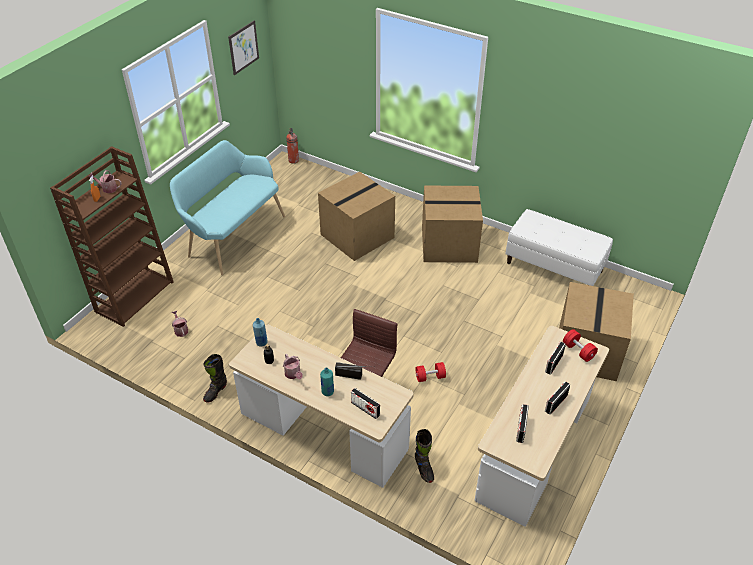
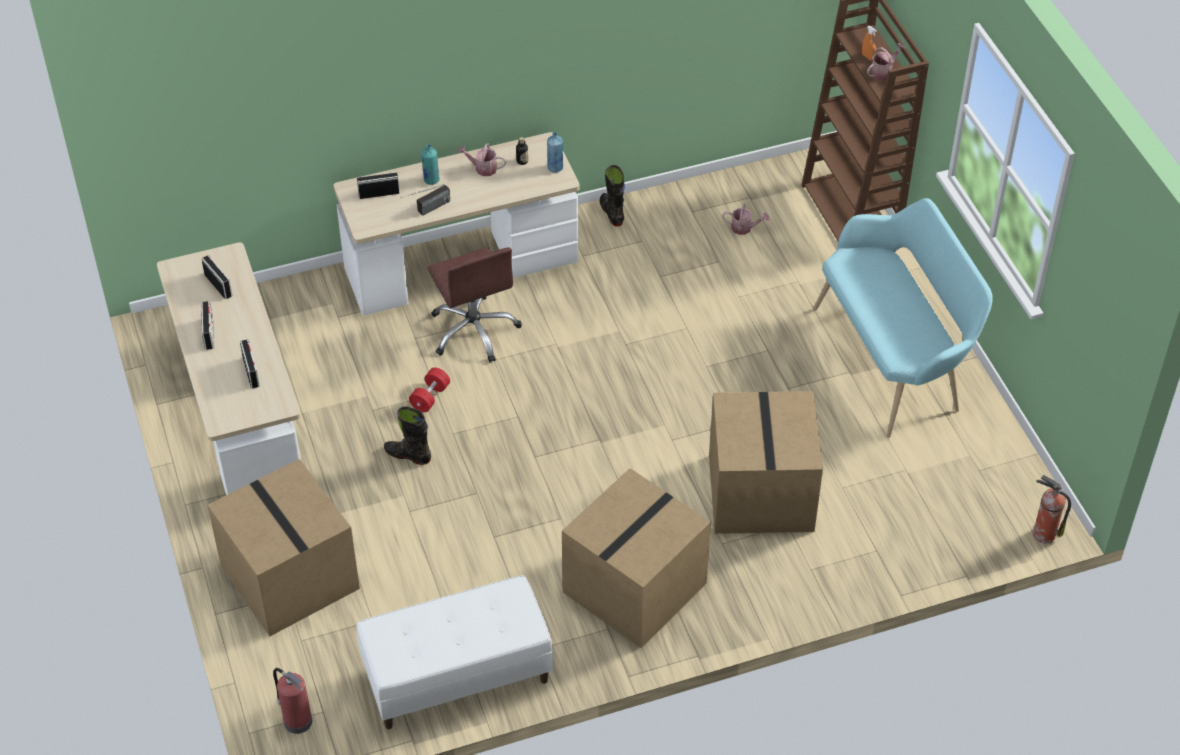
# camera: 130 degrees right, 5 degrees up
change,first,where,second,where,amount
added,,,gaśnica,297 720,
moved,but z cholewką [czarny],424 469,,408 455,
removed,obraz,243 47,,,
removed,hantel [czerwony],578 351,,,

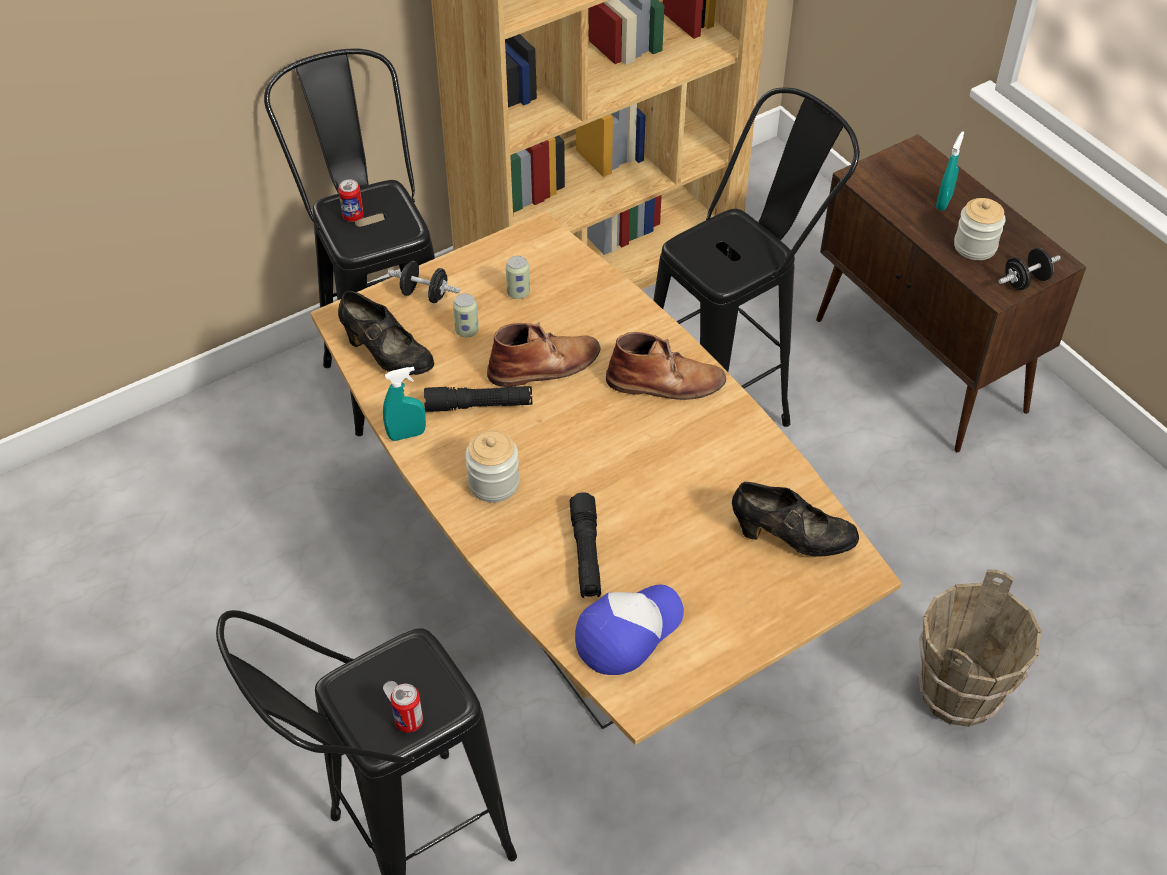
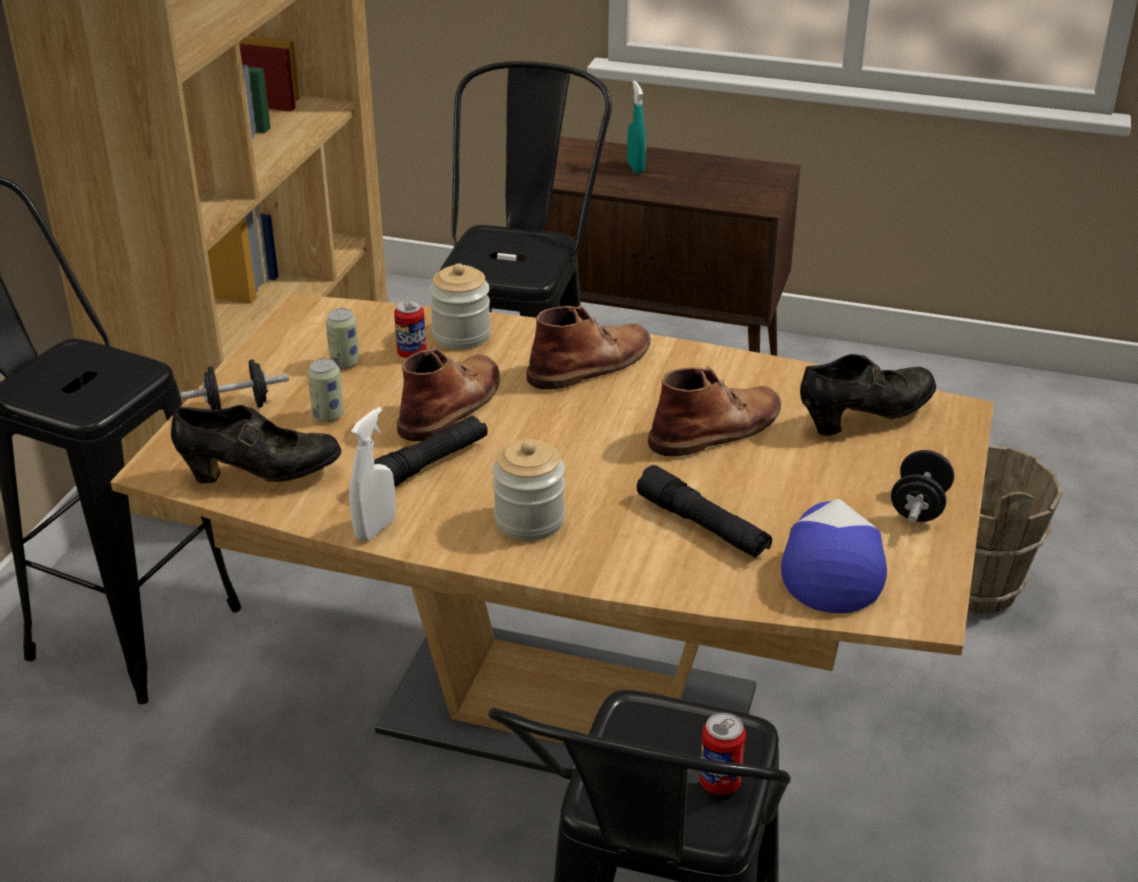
# camera: 40 degrees left, 15 degrees down
change,first,where,second,where,amount
recoloured,spryskiwacz [turkusowy],407 434,spryskiwacz [biały],375 529,
moved,puszka,353 216,,412 354,
moved,słoik,975 246,,461 335,
added,,,but z cholewką [brązowy],718 428,
moved,hantel [czarny],1025 281,,919 507,

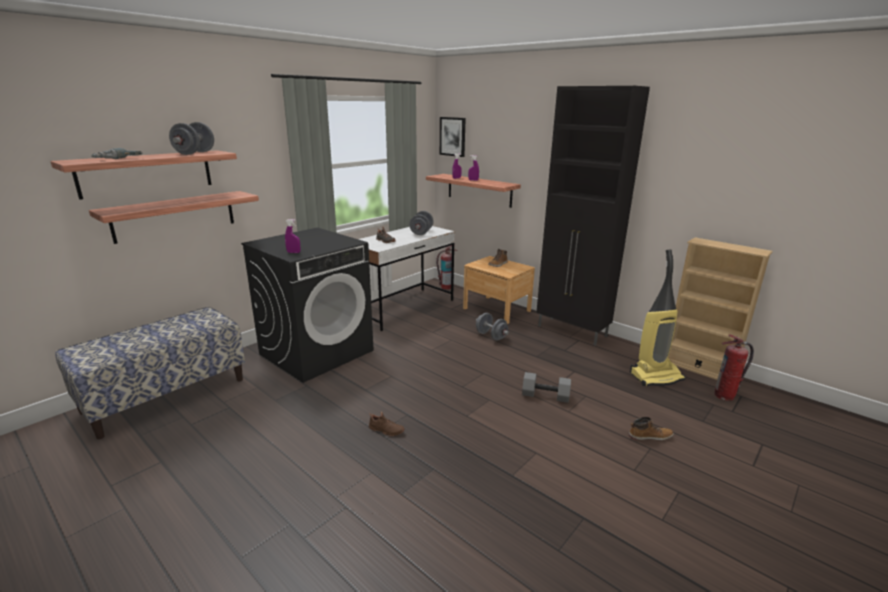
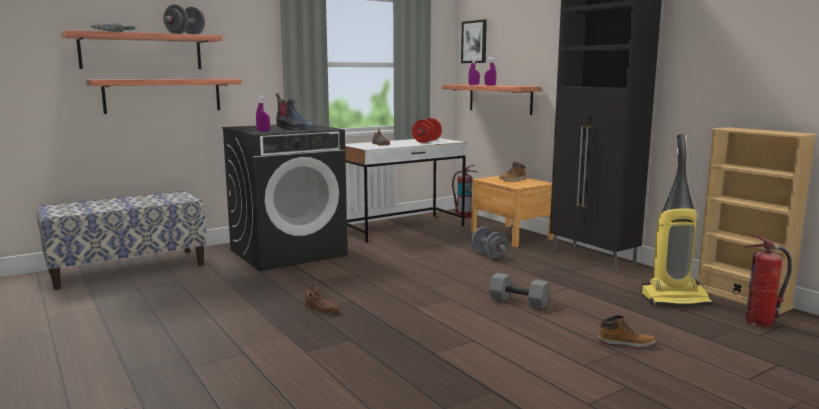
# camera: 15 degrees right, 10 degrees down
change,first,where,second,where,amount
added,,,but z cholewką,293 129,
recoloured,hantel [szary],421 232,hantel [czerwony],427 141,

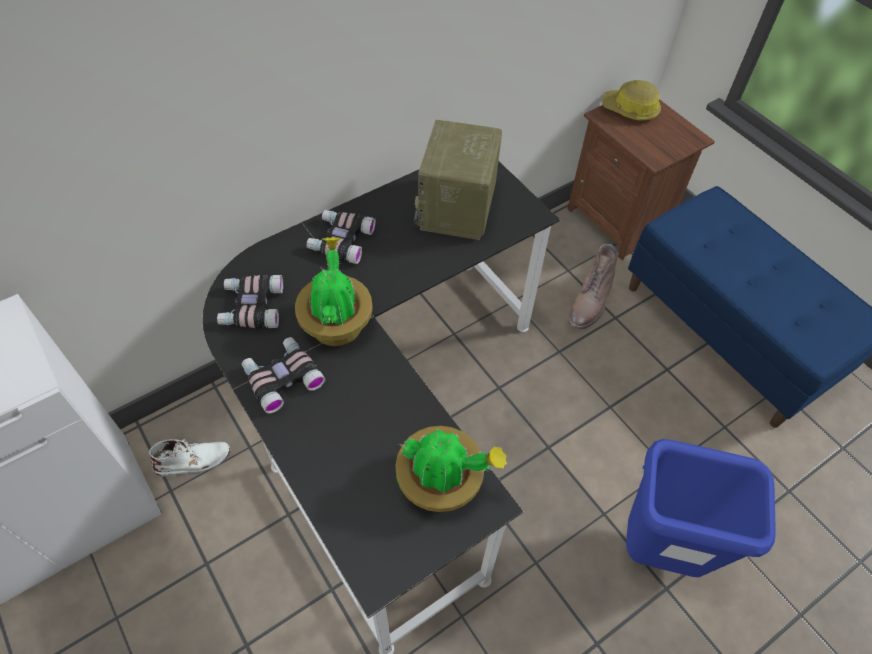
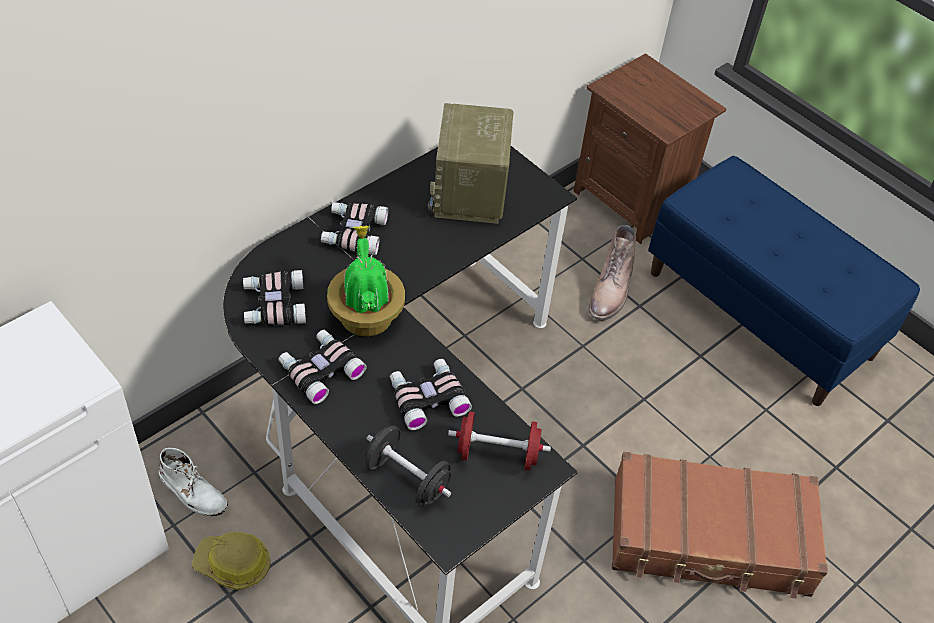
# camera: 10 degrees left, 5 degrees down
change,first,where,second,where,amount
turned,but z cholewką [biały],193 460,,193 491,60 degrees clockwise
moved,kask,630 109,,233 564,
added,,,hantel [czarny],407 478,
added,,,lornetka,427 397,
replaced,roślina doniczkowa,442 483,hantel [czerwony],497 454,
replaced,kosz na śmieci [niebieski],659 551,walizka [brązowy],710 538,

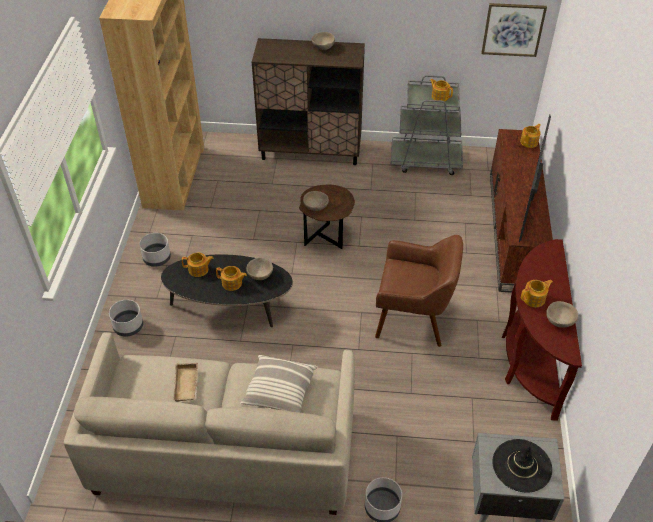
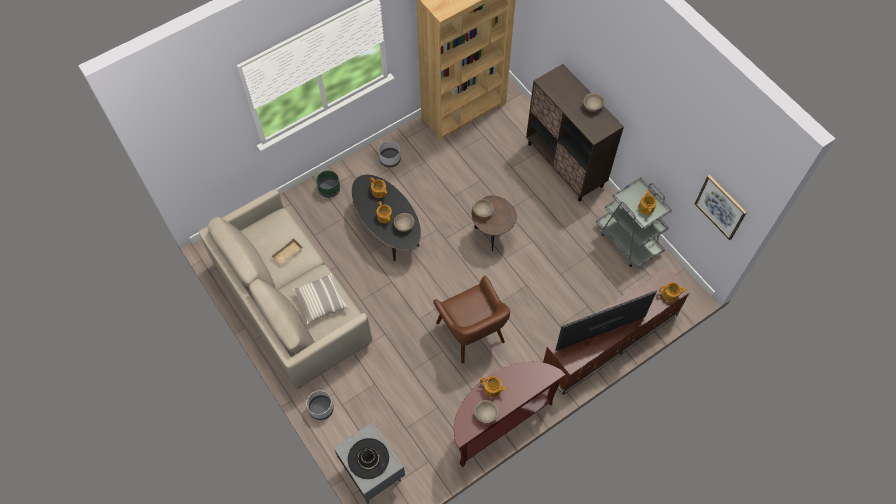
# camera: 50 degrees right, 15 degrees up
change,first,where,second,where,amount
recoloured,donica [szary],128 326,donica [zielony],329 189,

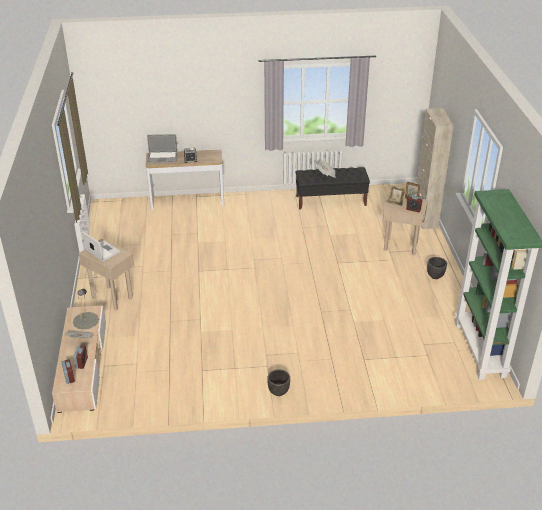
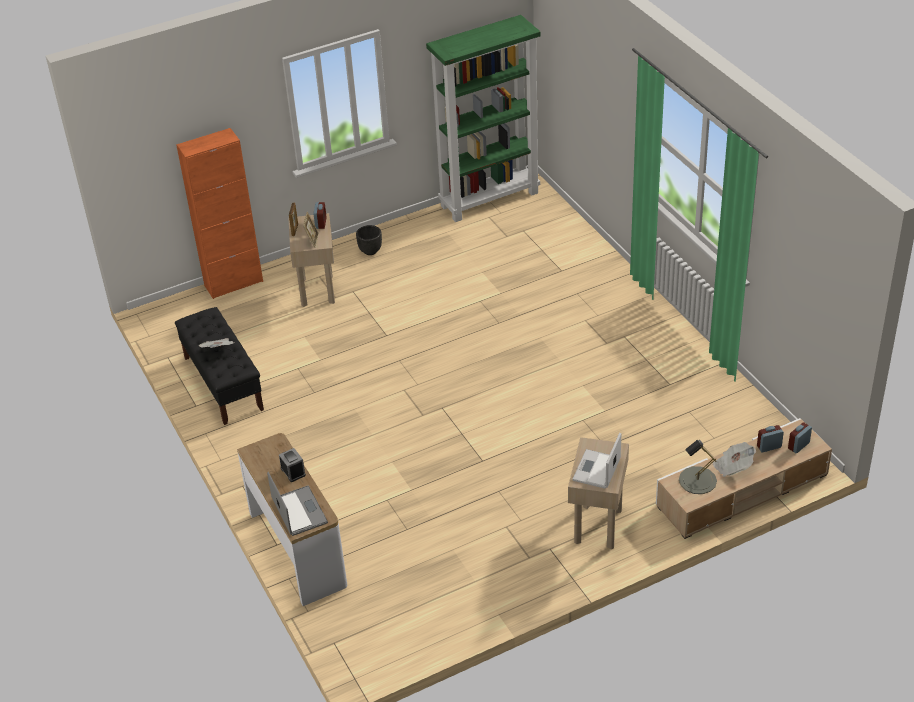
# camera: 110 degrees left, 5 degrees up
change,first,where,second,where,amount
recoloured,szafka [beżowy],425 218,szafka [pomarańczowy],234 283,
removed,donica [czarny],278 392,,,

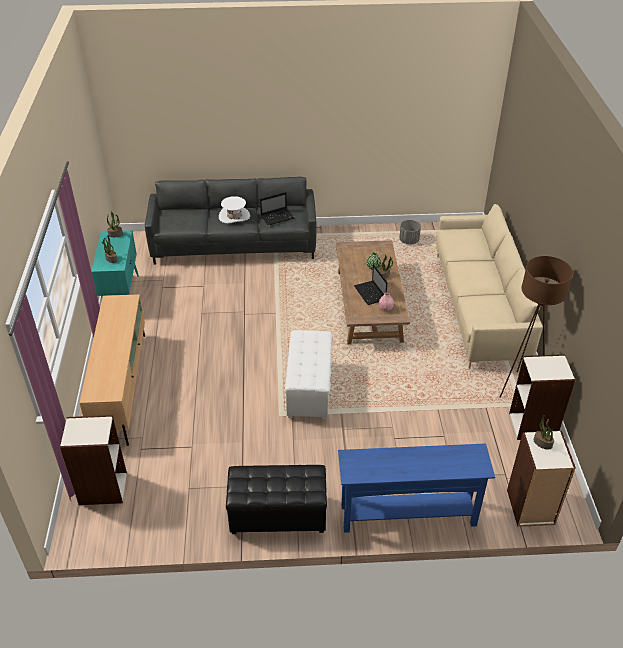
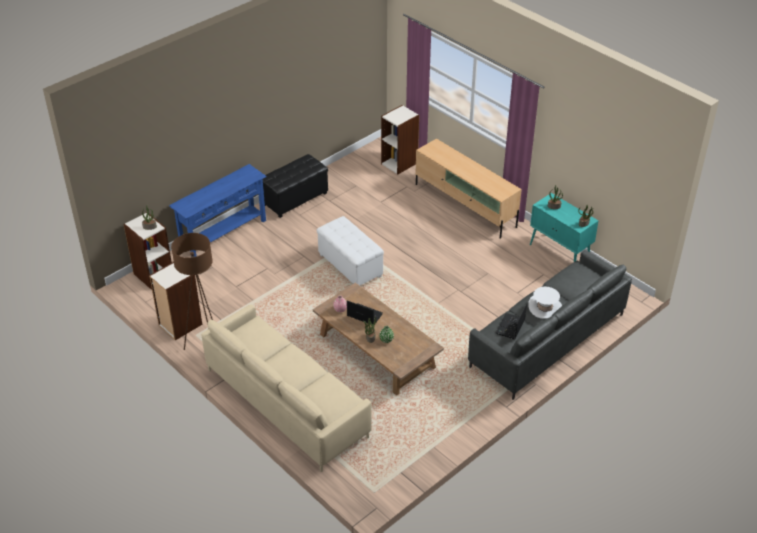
# camera: 140 degrees right, 0 degrees up
change,first,where,second,where,amount
removed,donica [szary],409 241,,,

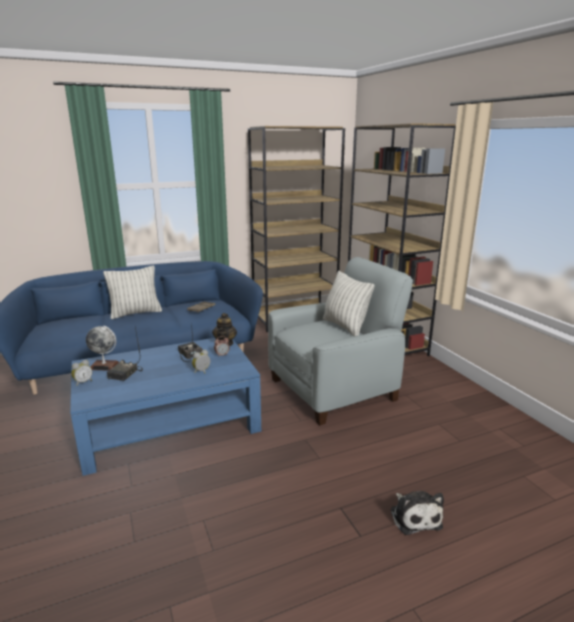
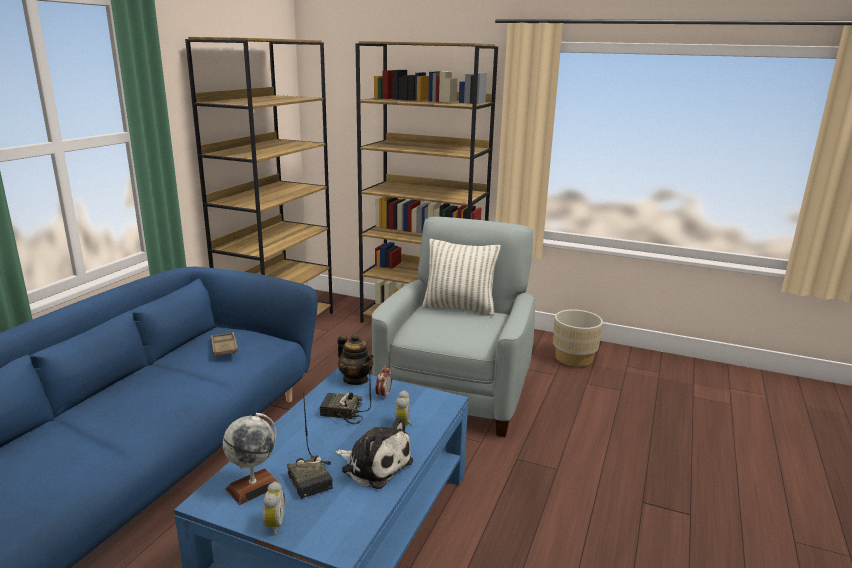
# camera: 45 degrees left, 0 degrees up
change,first,where,second,where,amount
moved,pluszak,414 516,,374 465,
added,,,donica [beżowy],574 358,
removed,poduszka,136 313,,,

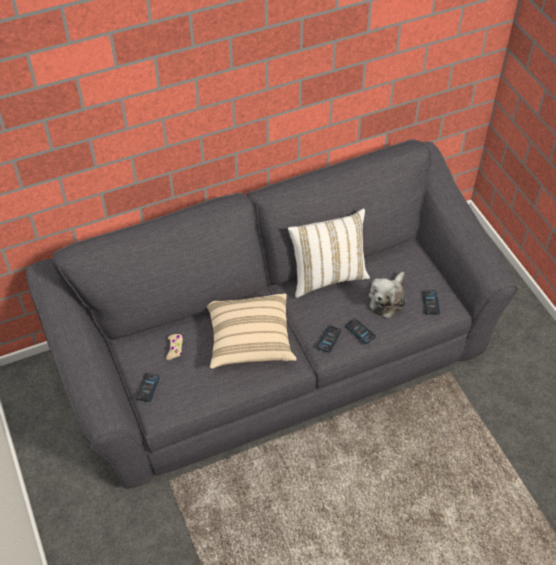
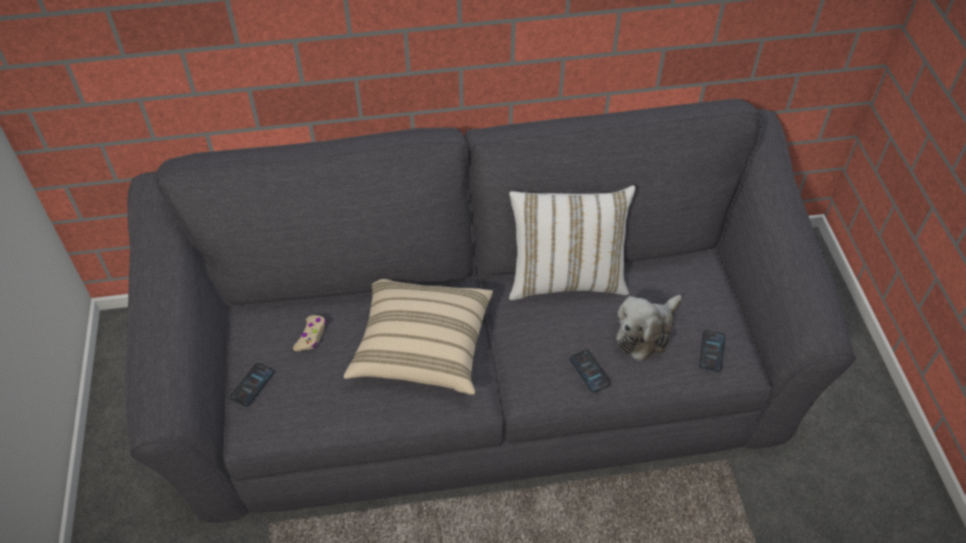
# camera: 15 degrees right, 0 degrees up
change,first,where,second,where,amount
removed,telefon,329 339,,,

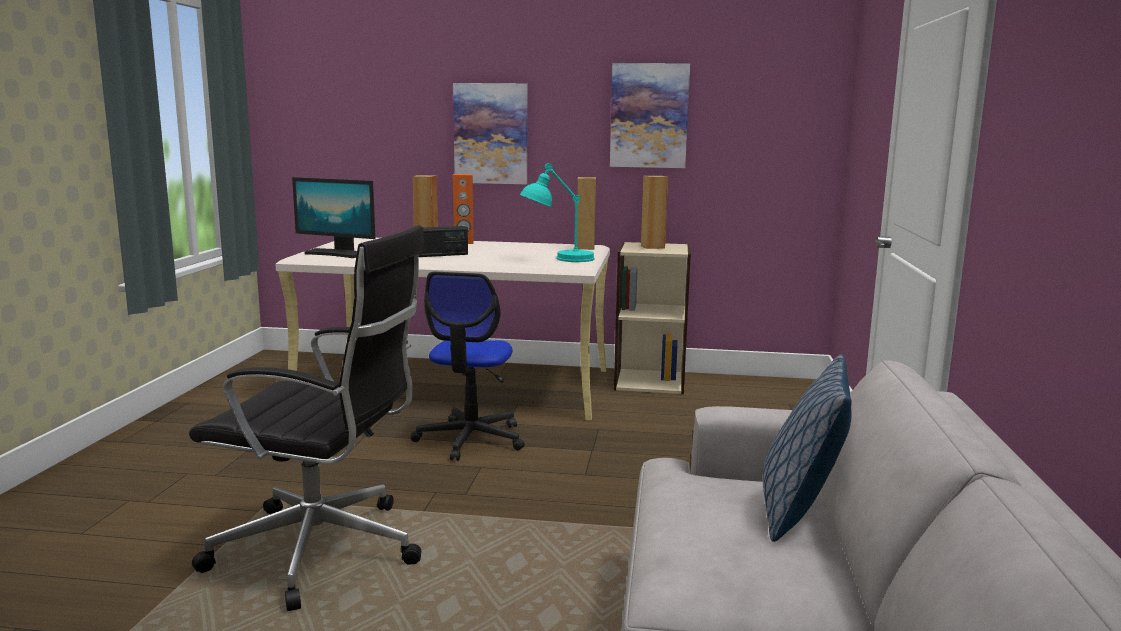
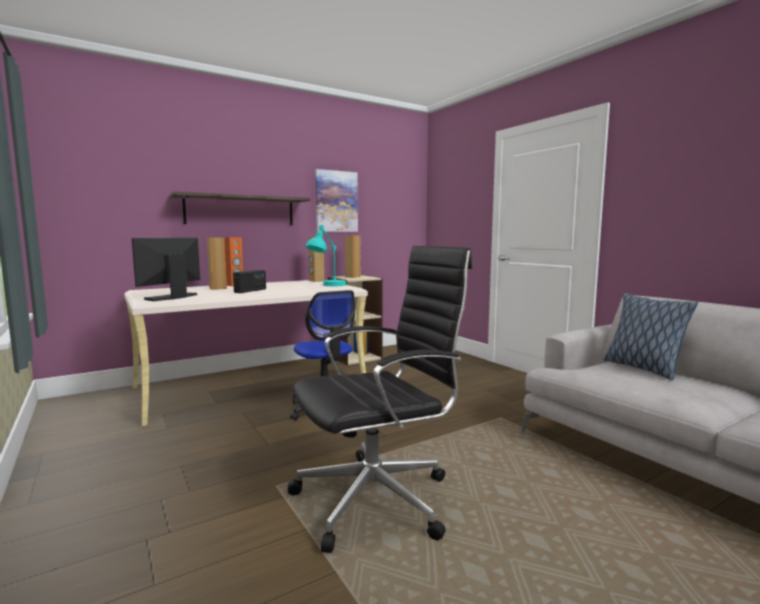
# camera: 40 degrees left, 5 degrees down
change,first,where,second,where,amount
turned,monitor,337 254,,172 297,135 degrees clockwise
replaced,obraz,491 134,półka,240 210,

